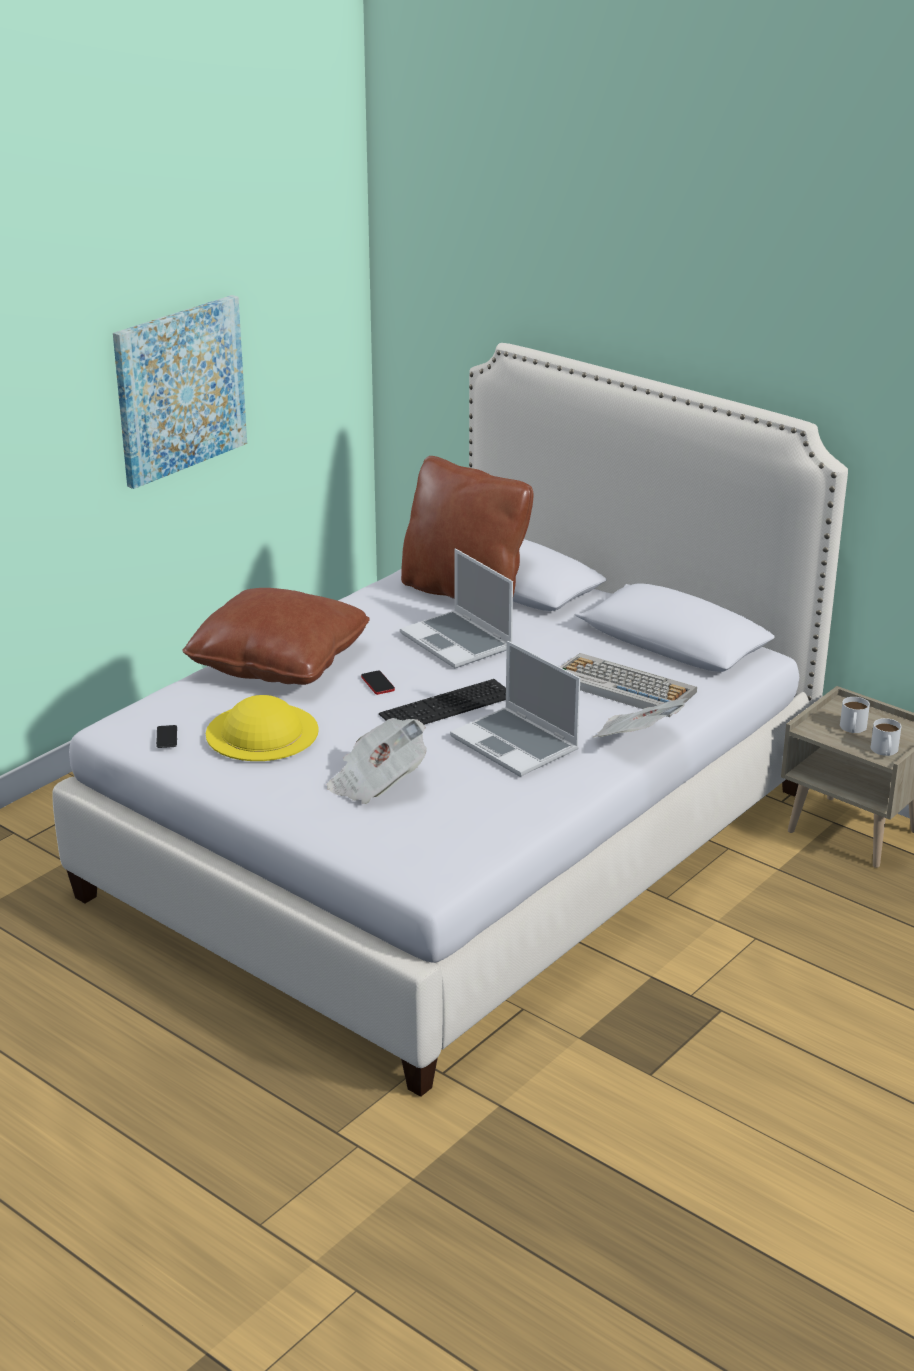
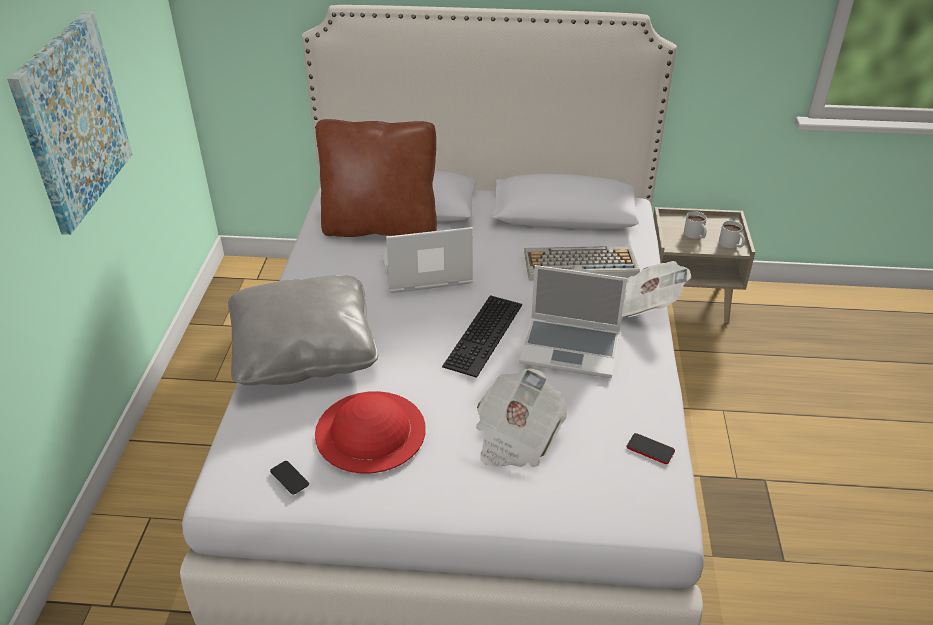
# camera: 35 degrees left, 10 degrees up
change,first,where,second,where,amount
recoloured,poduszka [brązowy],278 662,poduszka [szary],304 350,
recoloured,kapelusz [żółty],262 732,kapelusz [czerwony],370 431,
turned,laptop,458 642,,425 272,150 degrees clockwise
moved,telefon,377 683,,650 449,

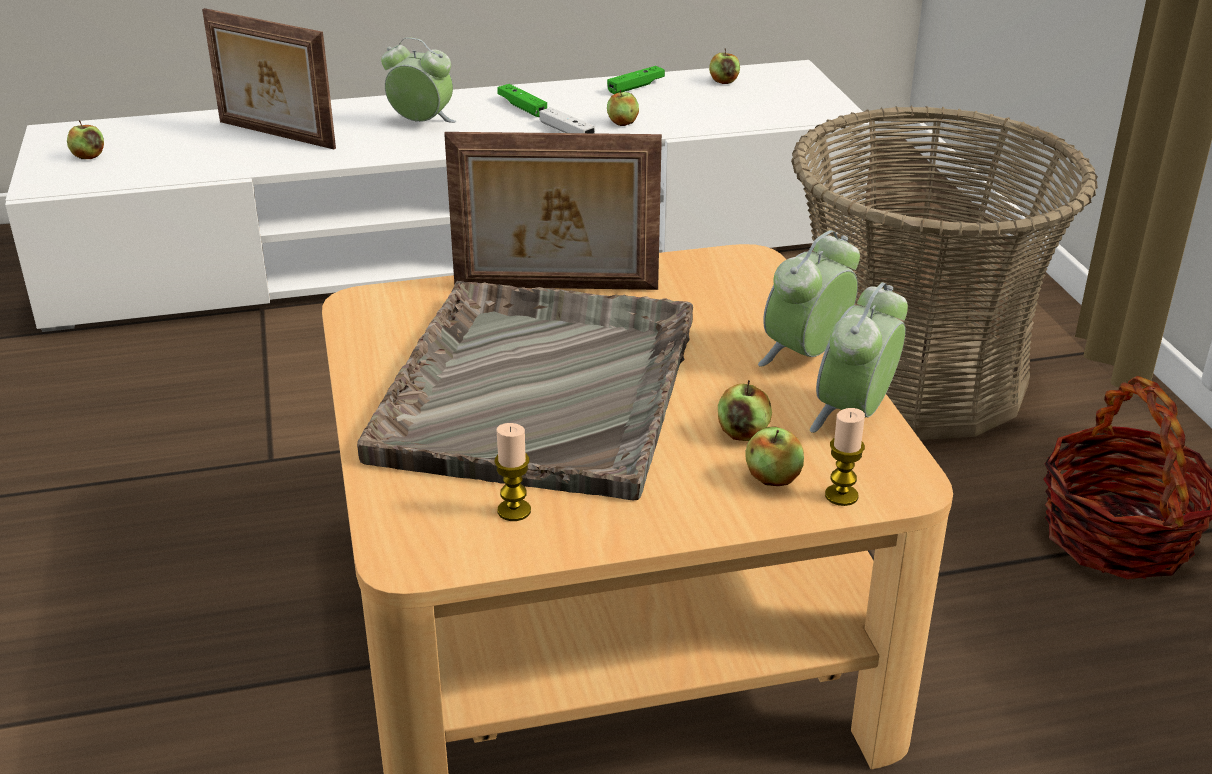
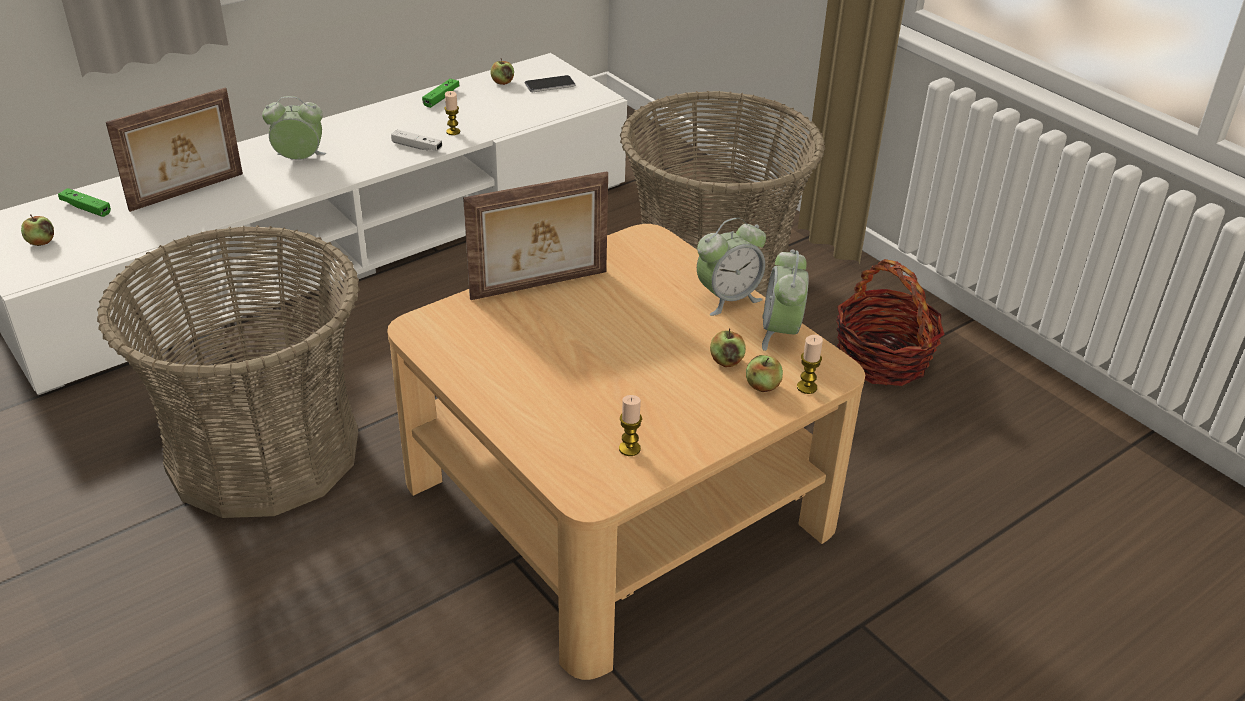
# camera: 25 degrees left, 5 degrees up
change,first,where,second,where,amount
moved,pad do gier [zielony],522 107,,86 208,
added,,,koszyk,263 451,
turned,ramka na zdjęcie,275 136,,188 193,45 degrees counterclockwise
replaced,jabłko,622 123,świeca,453 132,
added,,,telefon,550 85,
turned,budzik,806 355,,727 298,135 degrees counterclockwise
removed,taca [szary],540 387,,,

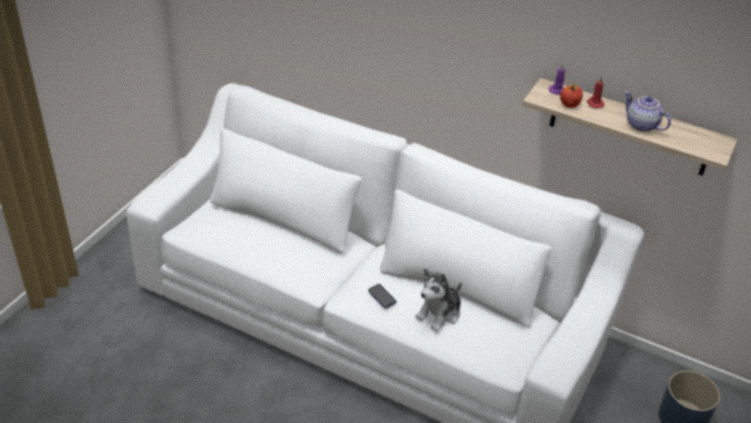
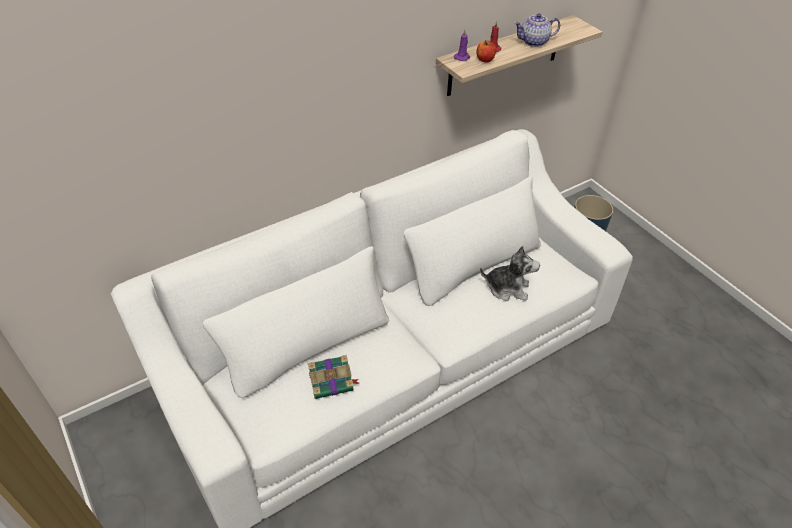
# camera: 60 degrees left, 5 degrees up
change,first,where,second,where,amount
added,,,książka,332 382,
turned,pluszak,439 313,,507 288,60 degrees counterclockwise
removed,telefon,382 297,,,

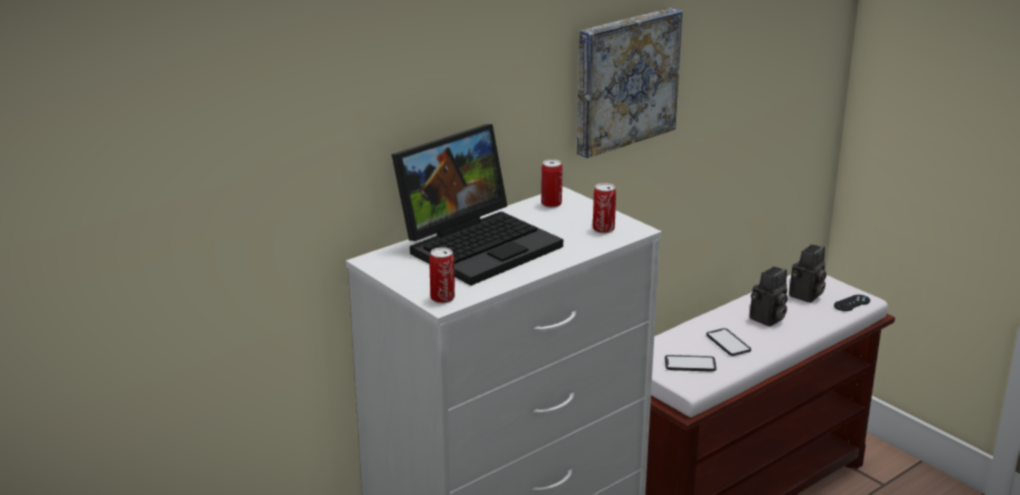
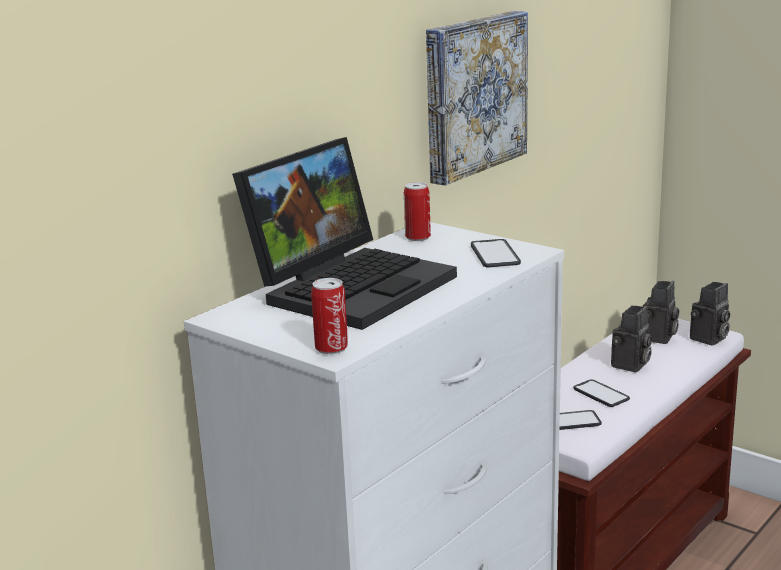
# camera: 10 degrees left, 5 degrees down
change,first,where,second,where,amount
replaced,puszka,603 229,telefon,495 255,
replaced,pad do gier [czarny],852 303,aparat fotograficzny,709 339,

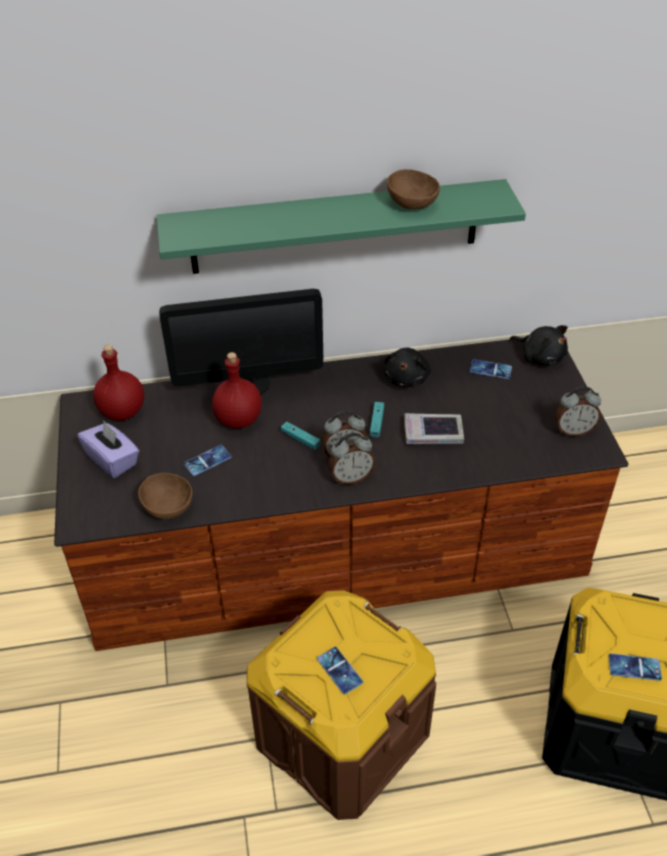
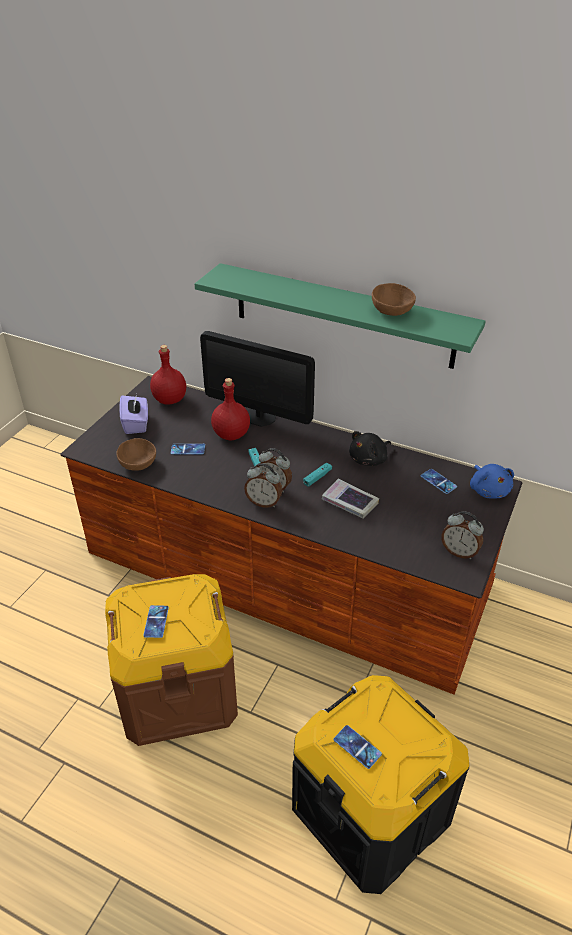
# camera: 35 degrees right, 5 degrees down
change,first,where,second,where,amount
recoloured,pluszak [czarny],540 356,pluszak [niebieski],488 490,

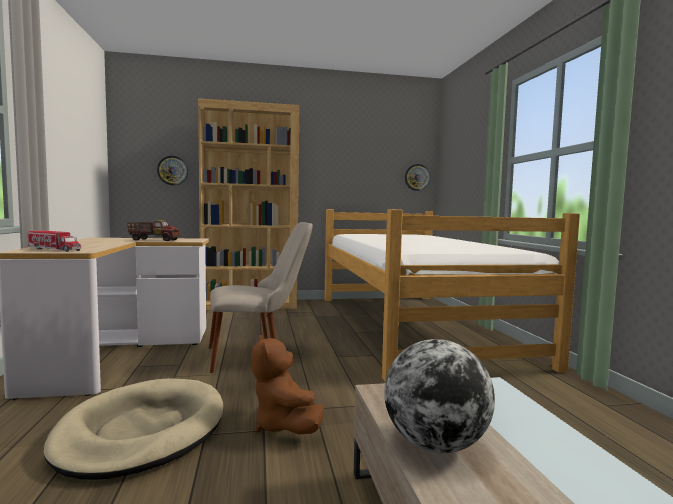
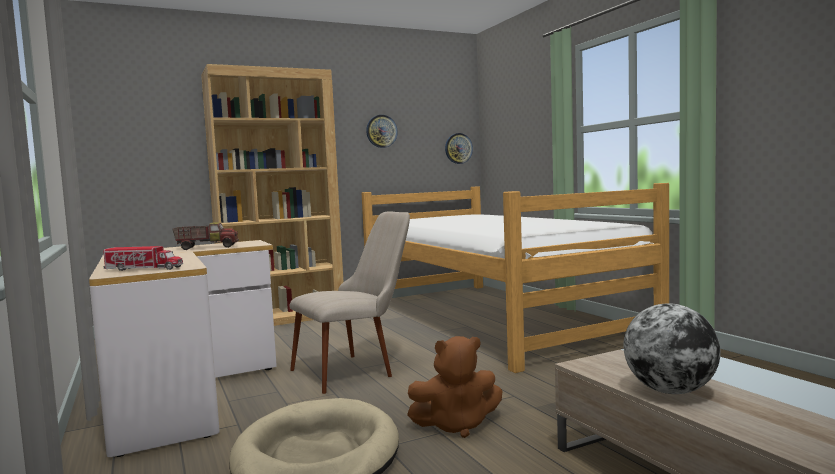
# camera: 15 degrees left, 0 degrees up
change,first,where,second,where,amount
moved,zegar ścienny,172 170,,381 131,
turned,pluszak [brązowy],284 426,,456 425,60 degrees counterclockwise

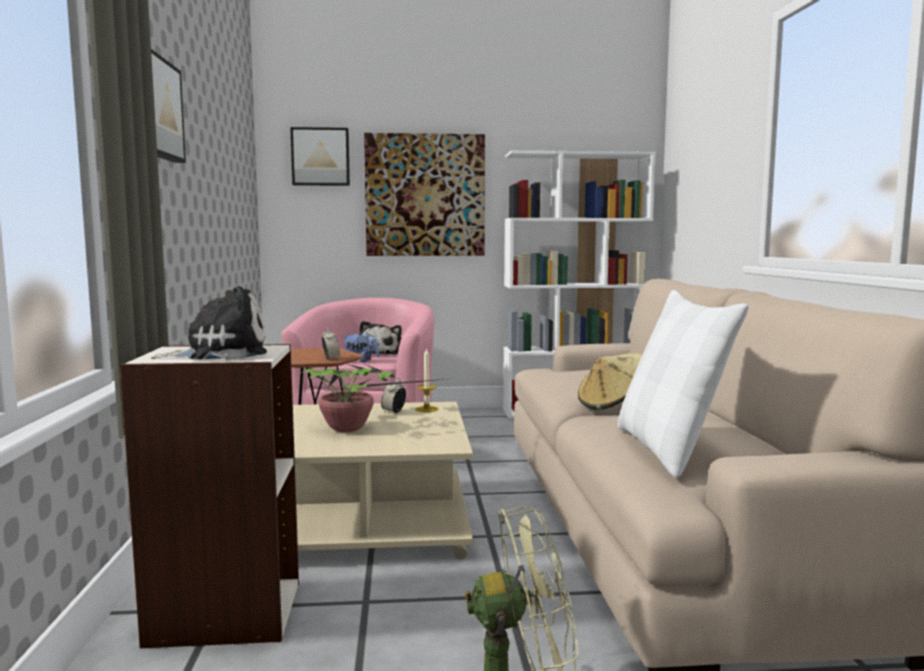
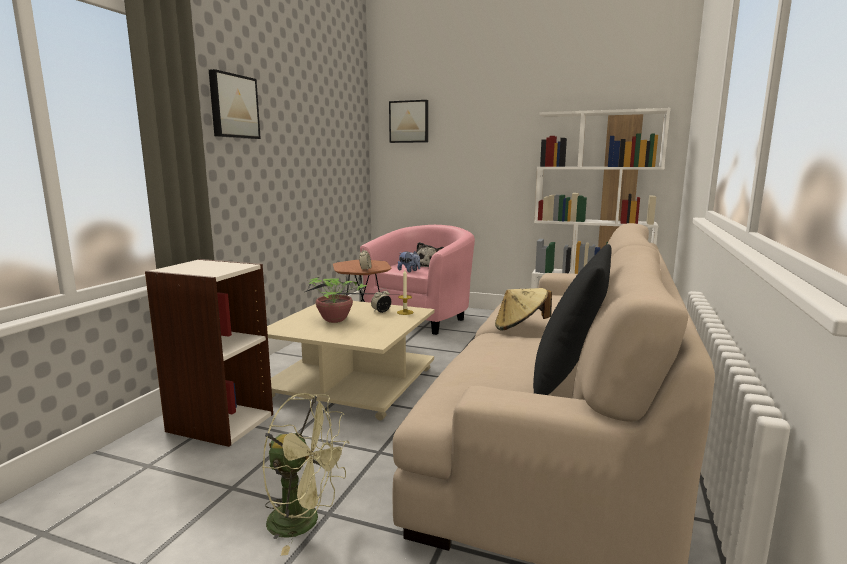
# camera: 25 degrees right, 5 degrees up
change,first,where,second,where,amount
added,,,poduszka [czarny],568 376,
removed,pluszak,220 353,,,
removed,obraz,425 195,,,
removed,poduszka [biały],668 450,,,

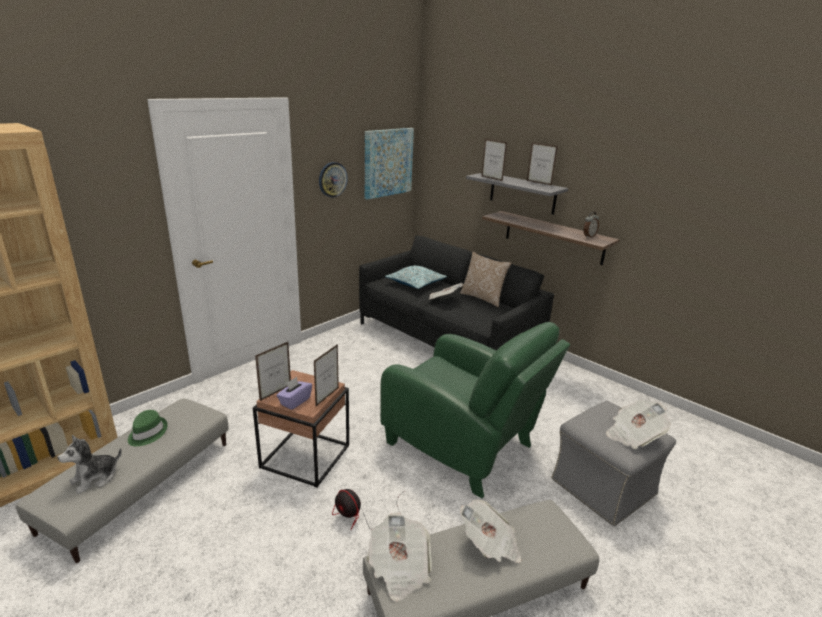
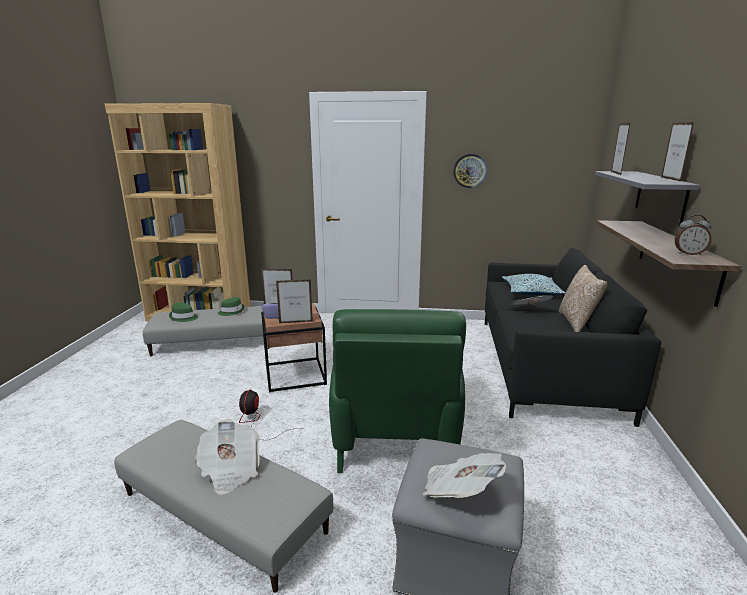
# camera: 55 degrees right, 5 degrees down
change,first,where,second,where,amount
replaced,pluszak,95 478,kapelusz [zielony],183 317,
removed,obraz,388 162,,,
removed,gazeta,399 568,,,

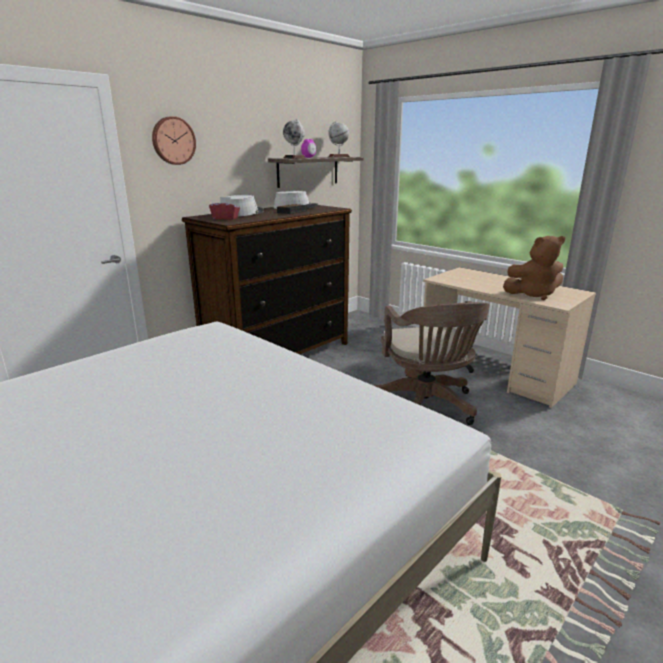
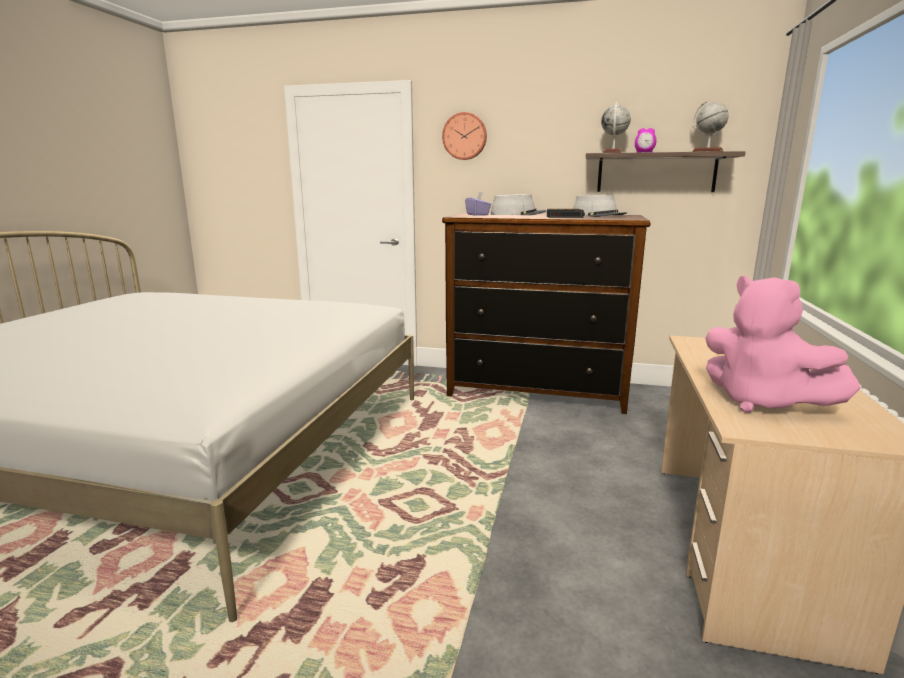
# camera: 60 degrees right, 5 degrees down
change,first,where,second,where,amount
recoloured,pudełko chusteczek [czerwony],225 218,pudełko chusteczek [fioletowy],478 215,
recoloured,pluszak [brązowy],533 294,pluszak [różowy],761 402,
removed,krzesło biurowe [brązowy],426 407,,,

